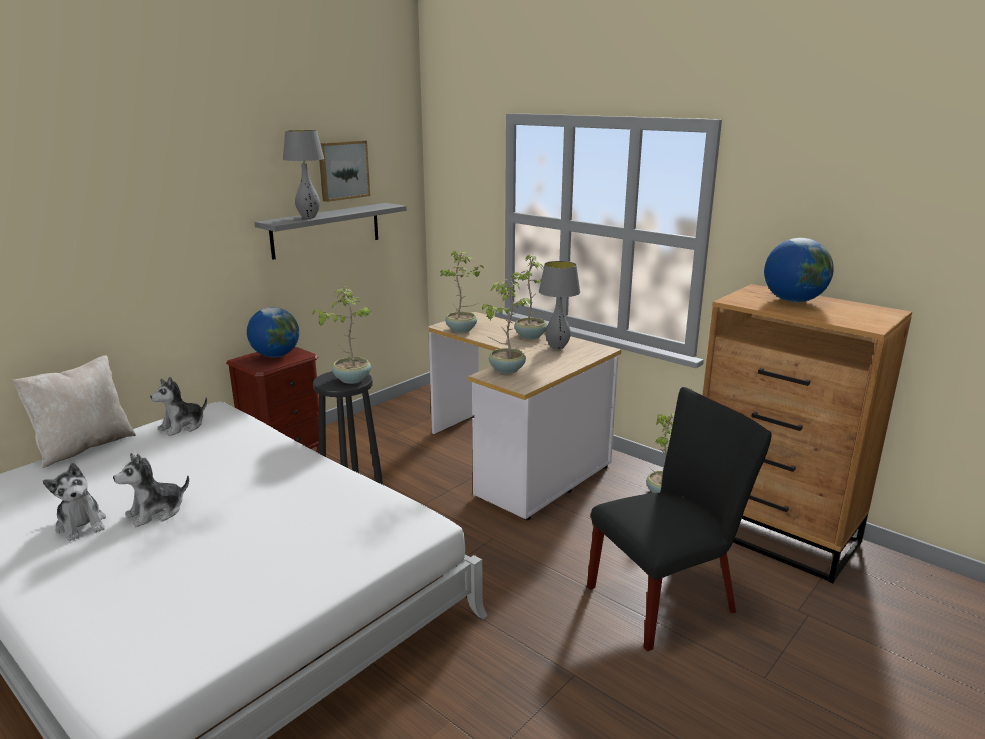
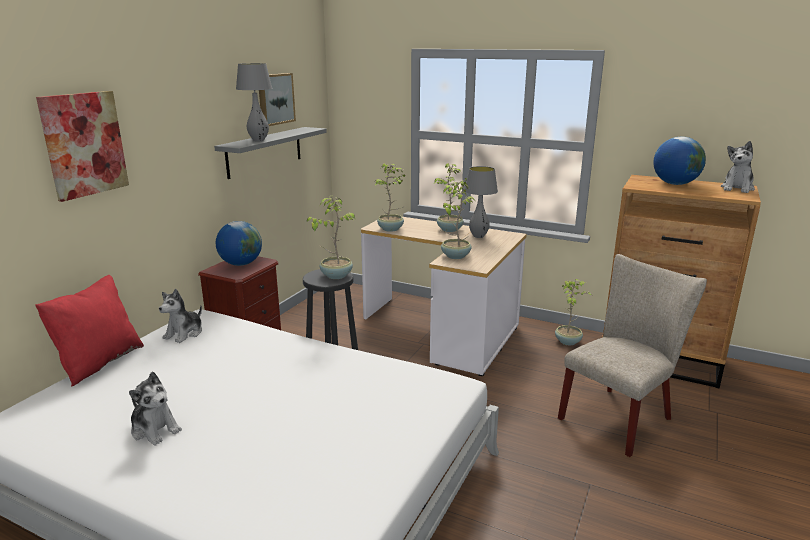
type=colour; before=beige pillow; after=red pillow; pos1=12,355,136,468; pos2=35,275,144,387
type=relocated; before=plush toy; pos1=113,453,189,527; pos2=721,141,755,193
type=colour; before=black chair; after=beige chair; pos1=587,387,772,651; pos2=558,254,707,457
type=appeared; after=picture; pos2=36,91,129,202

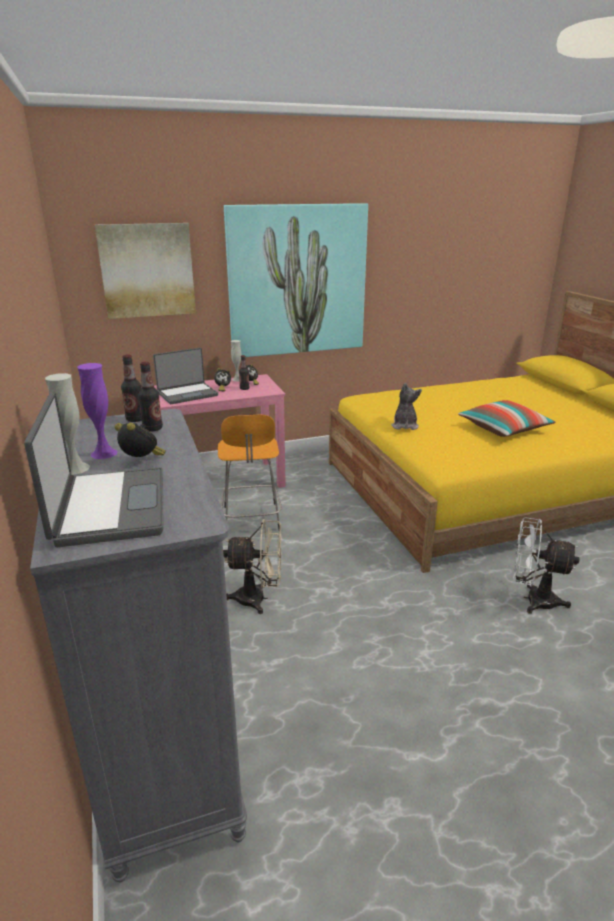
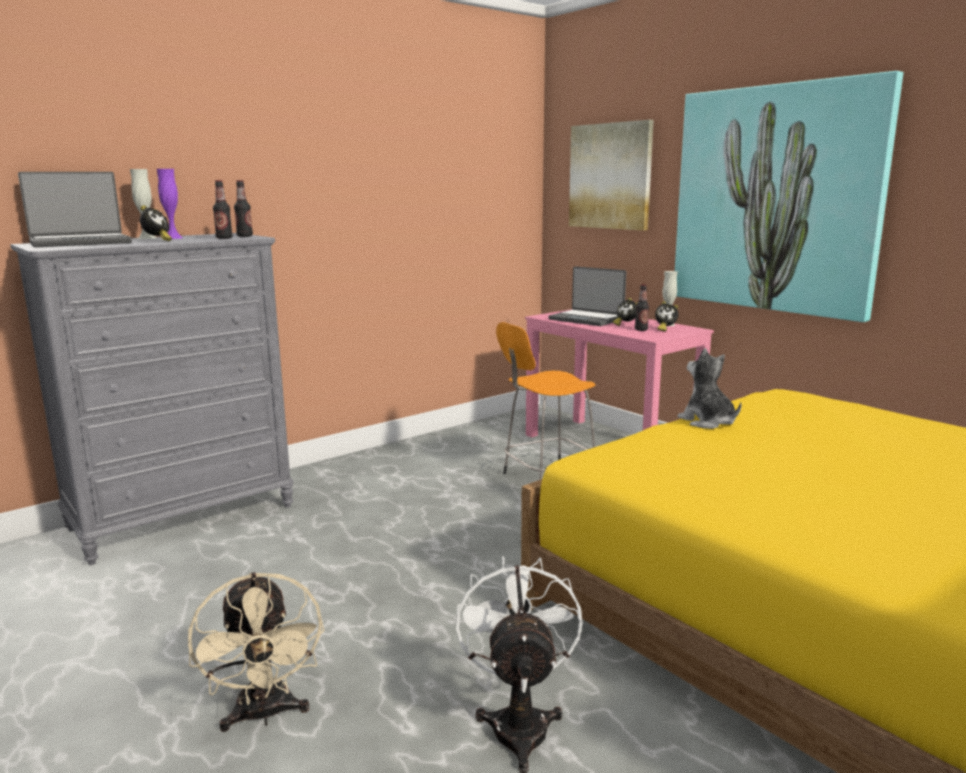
type=relocated; before=beige fan; pos1=223,519,282,614; pos2=188,572,325,732
type=spun; before=plush toy; pos1=391,383,422,430; pos2=678,348,742,429; turn=-105
type=missing; before=pillow; pos1=458,400,555,437

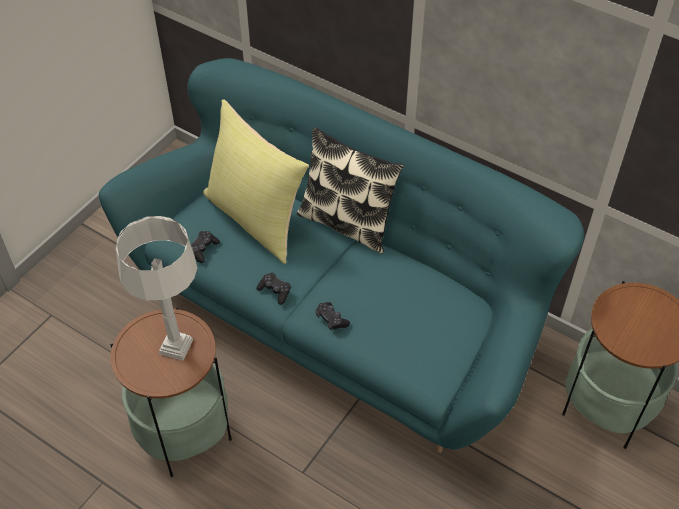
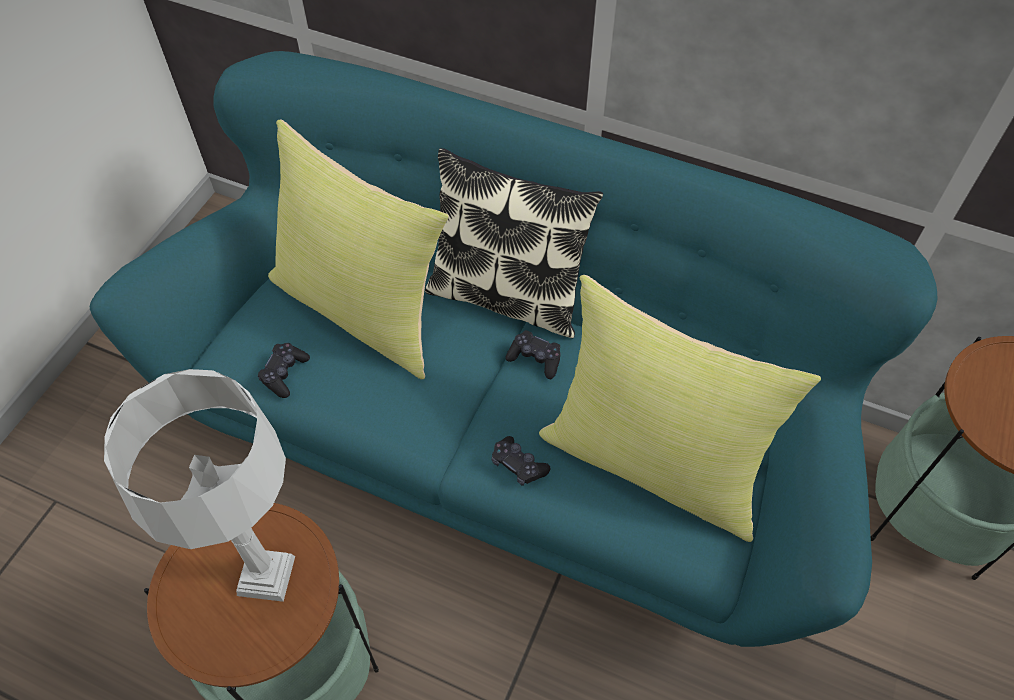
type=relocated; before=black game controller; pos1=256,272,291,305; pos2=506,330,561,379
type=appeared; after=yellow pillow; pos2=539,275,821,542

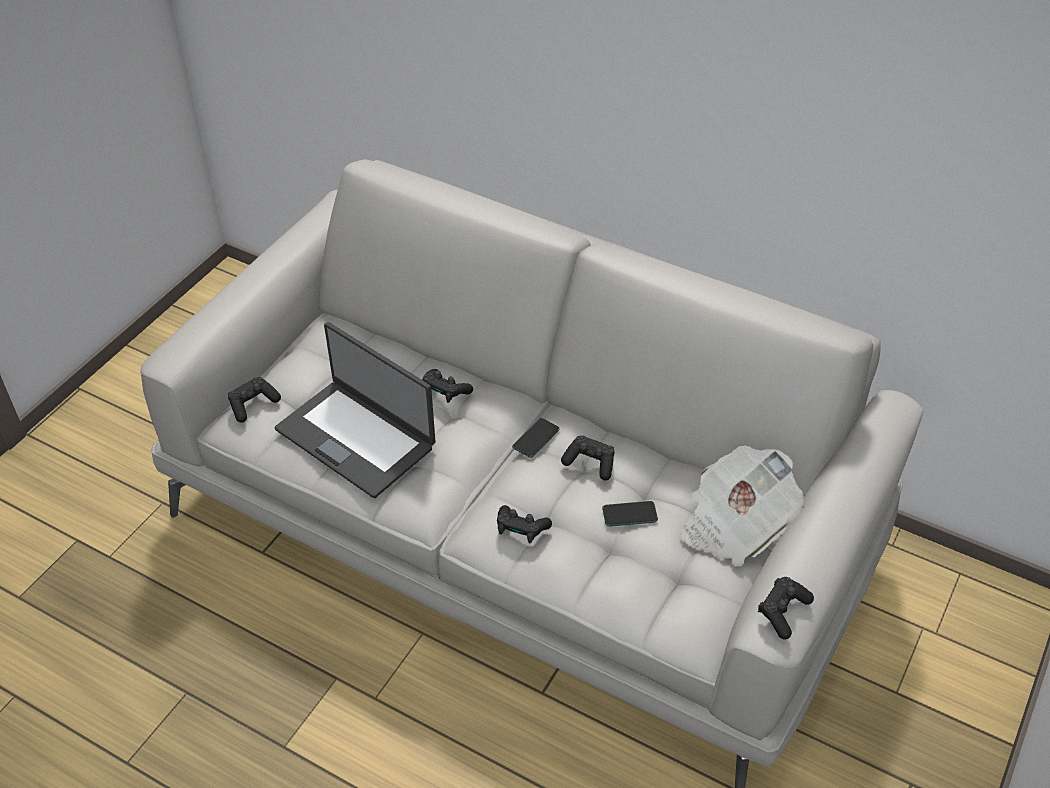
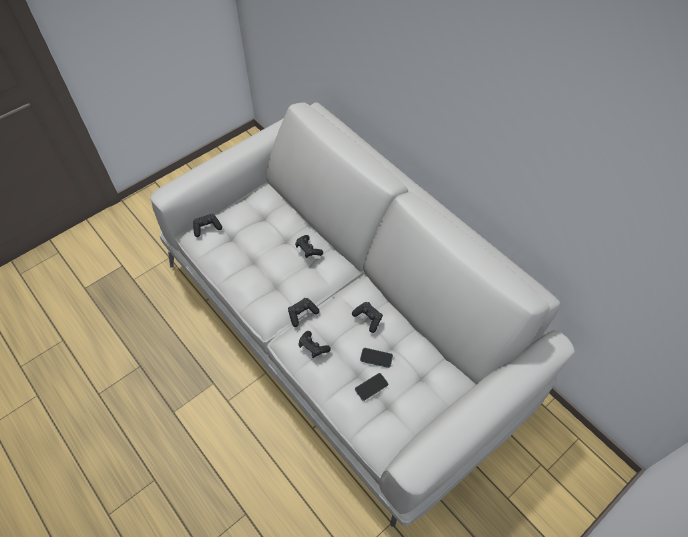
type=missing; before=laptop; pos1=275,322,435,498
type=relocated; before=phone; pos1=512,418,559,458; pos2=355,373,389,401
type=missing; before=newspaper; pos1=680,445,804,566
type=relocated; before=black game controller; pos1=758,577,814,640; pos2=288,298,319,327

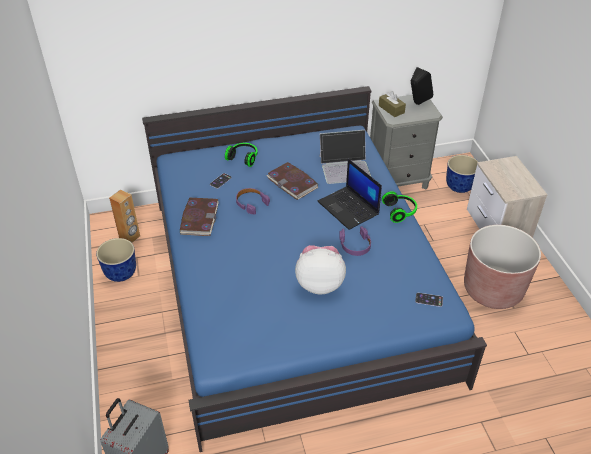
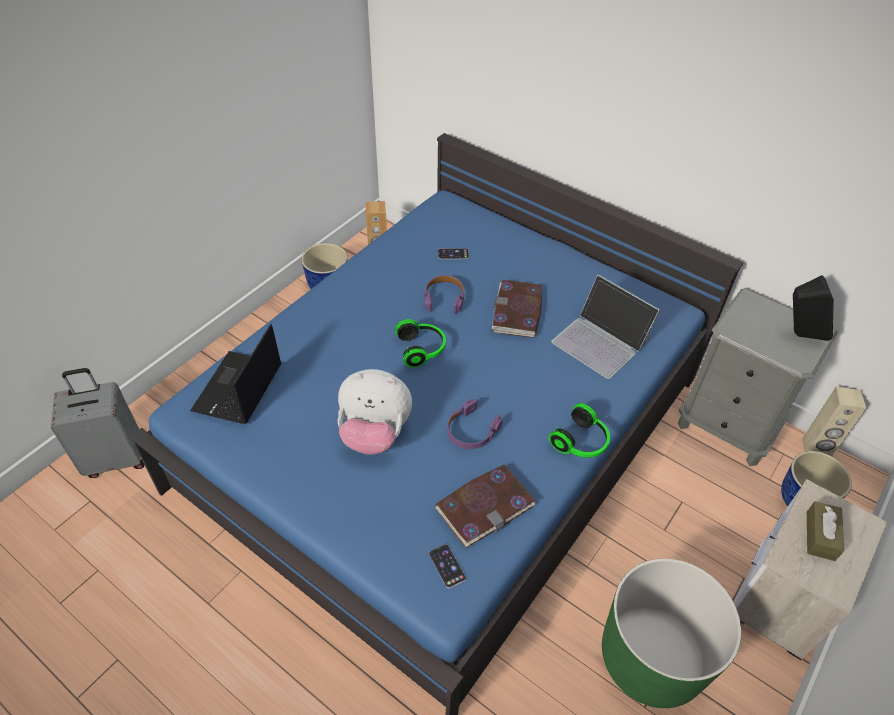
type=relocated; before=book; pos1=180,198,219,236; pos2=435,465,535,548
type=relocated; before=headphones; pos1=225,143,258,167; pos2=395,319,446,367
type=spun; before=plush toy; pos1=295,245,346,294; pos2=338,369,412,455; turn=135
type=relocated; before=laptop; pos1=317,159,382,230; pos2=190,324,281,424
type=relocated; before=brown tissue box; pos1=379,91,406,117; pos2=807,501,844,561
type=colour; before=brown planter; after=green planter; pos1=464,225,541,309; pos2=602,558,741,708
type=appeared; after=beige speaker; pos2=802,386,866,456

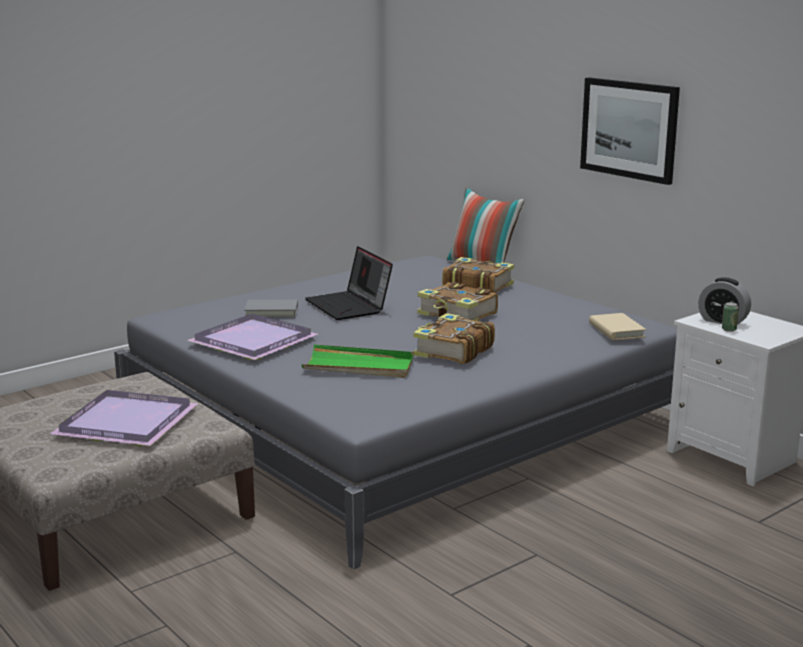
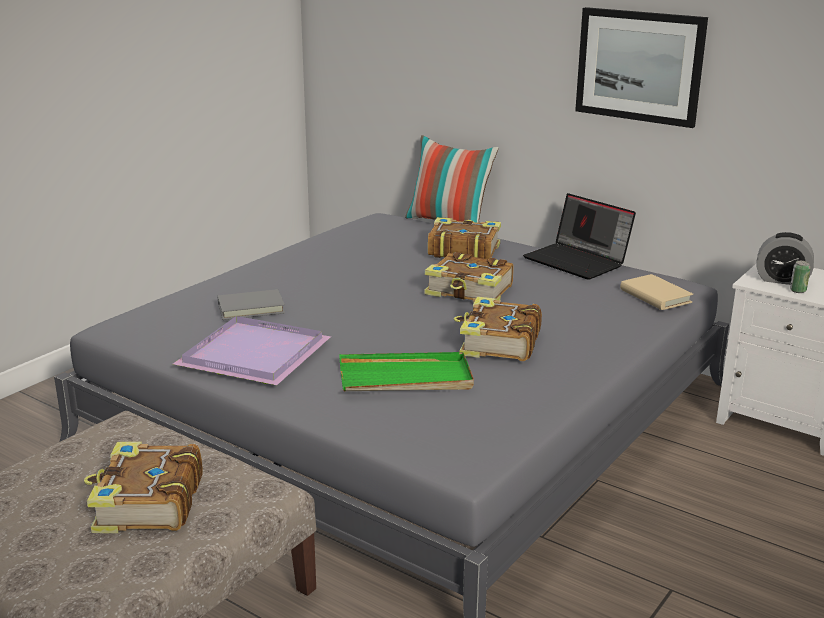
type=exchanged; before=purple tray; after=book; pos1=50,390,198,446; pos2=84,442,203,533
type=relocated; before=laptop; pos1=305,246,393,320; pos2=523,193,636,280

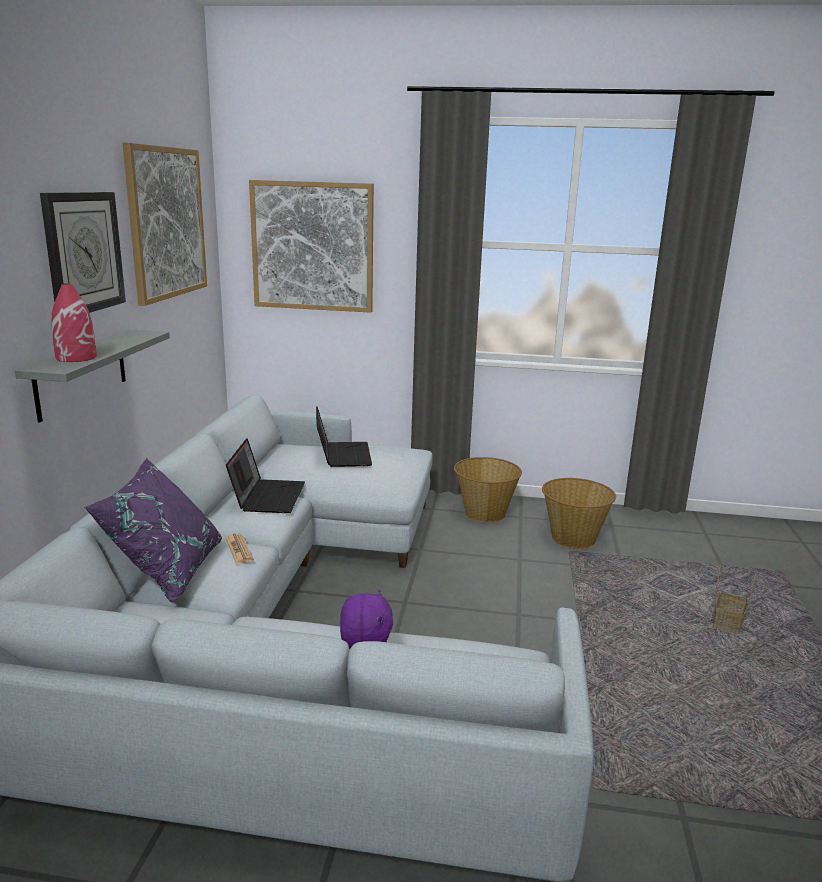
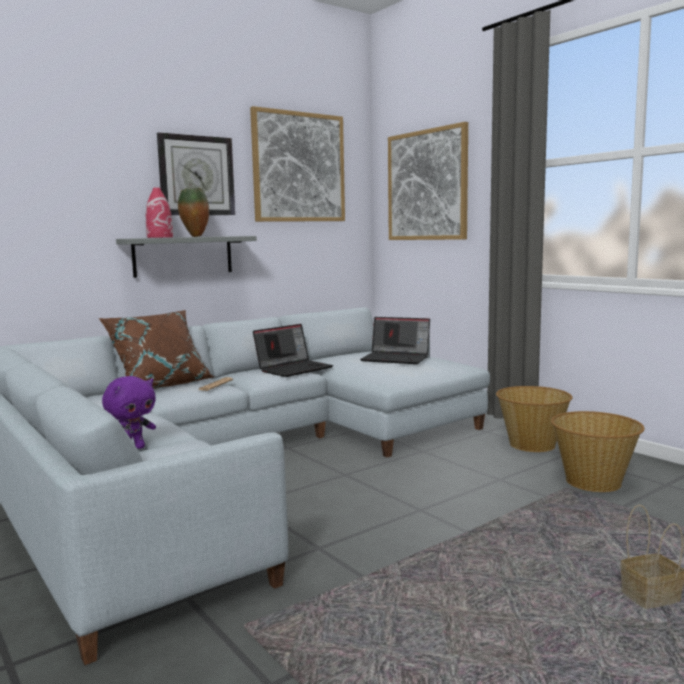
type=colour; before=purple pillow; after=brown pillow; pos1=84,458,222,603; pos2=99,310,214,389
type=spun; before=laptop; pos1=316,407,372,467; pos2=360,317,430,364; turn=75
type=appeared; after=vase; pos2=178,188,209,237

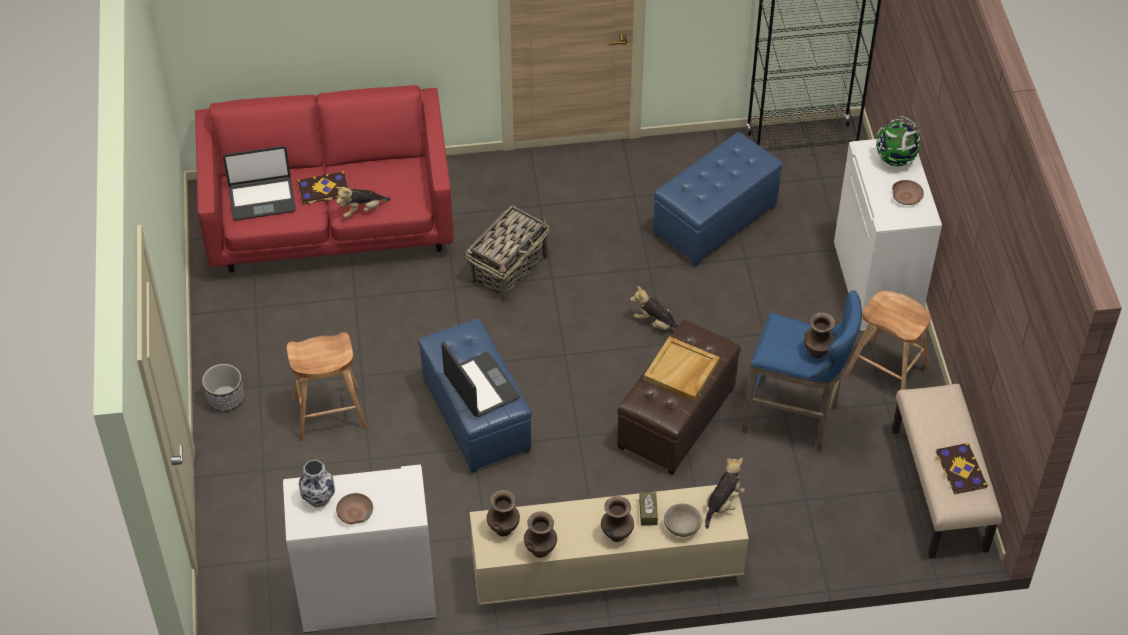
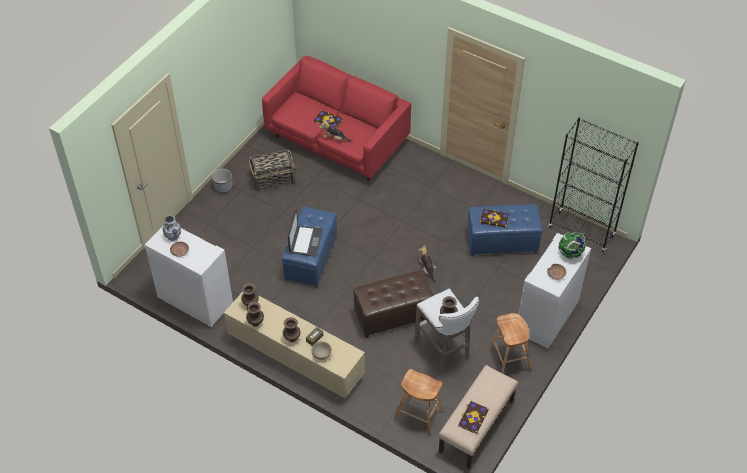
type=missing; before=laptop; pos1=223,146,296,220
type=relocated; before=brown stool; pos1=287,332,367,441; pos2=394,369,444,436
type=relocated; before=basket; pos1=466,205,550,302; pos2=249,150,296,192
type=missing; before=beige tray; pos1=644,336,720,402
type=missing; before=plush toy; pos1=705,458,745,529
type=colour; before=blue stool; after=white stool; pos1=741,290,862,452; pos2=414,289,479,373
type=appeared; after=book; pos2=480,209,509,228

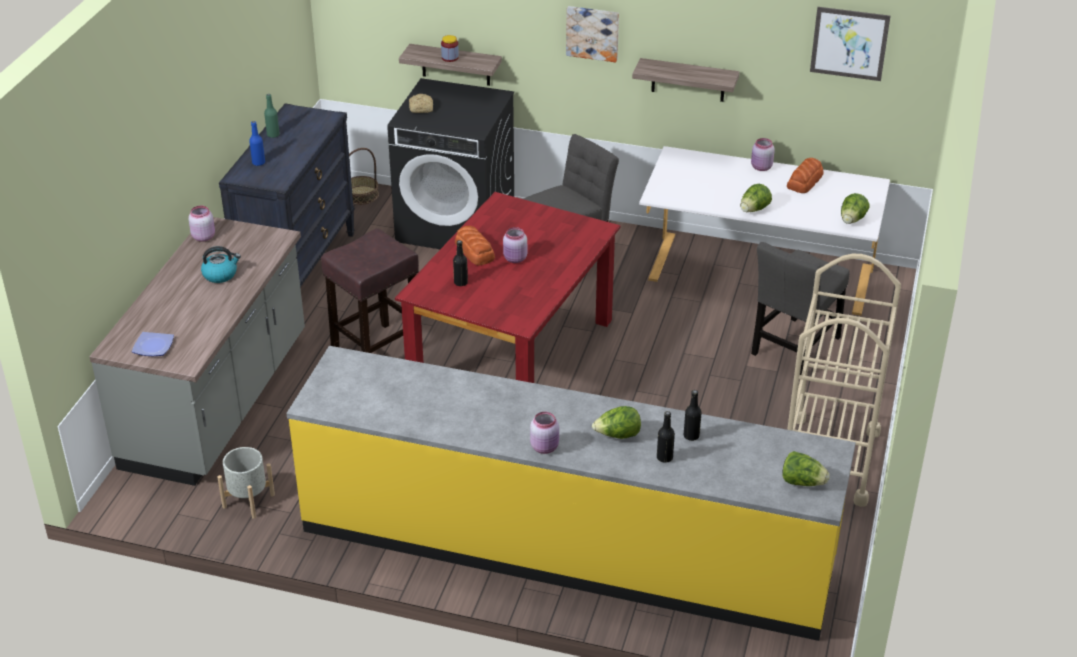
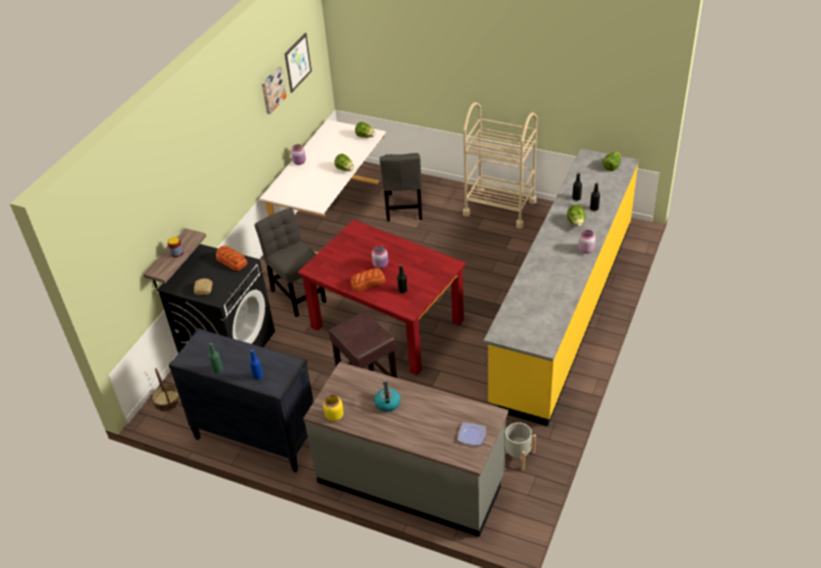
type=colour; before=pink jar; after=yellow jar; pos1=188,206,215,242; pos2=323,395,344,422
type=relocated; before=picture; pos1=566,6,619,62; pos2=262,66,287,114
type=missing; before=shelf; pos1=632,58,739,102
type=spun; before=grey chair; pos1=751,242,850,375; pos2=380,153,422,221; turn=45
type=relocated; before=bread; pos1=787,158,823,193; pos2=216,246,248,271

